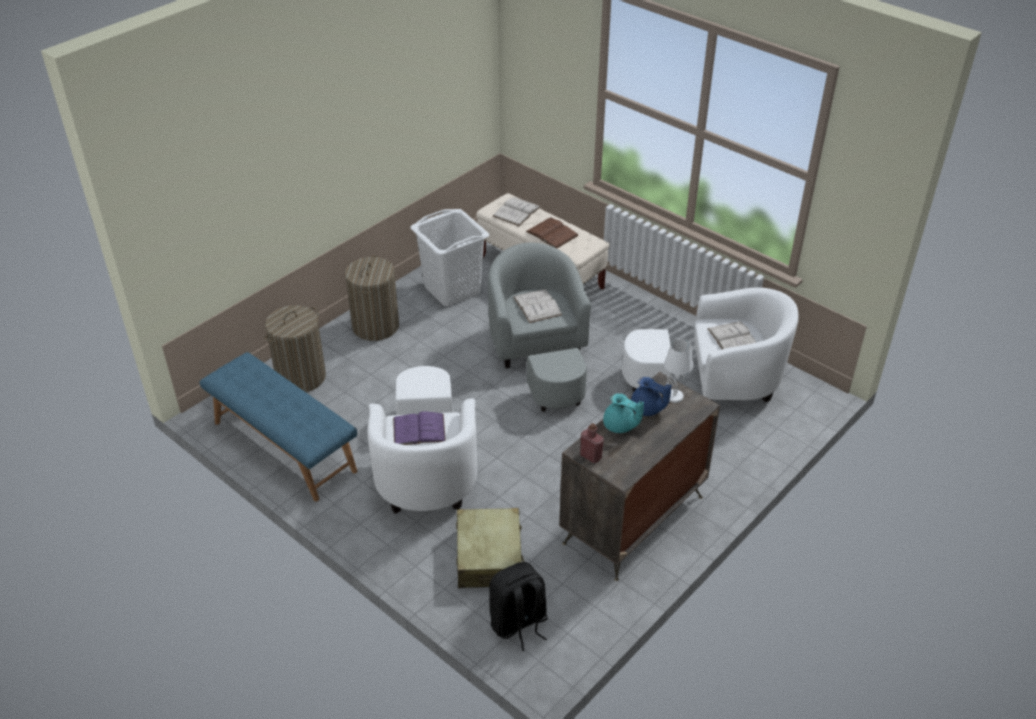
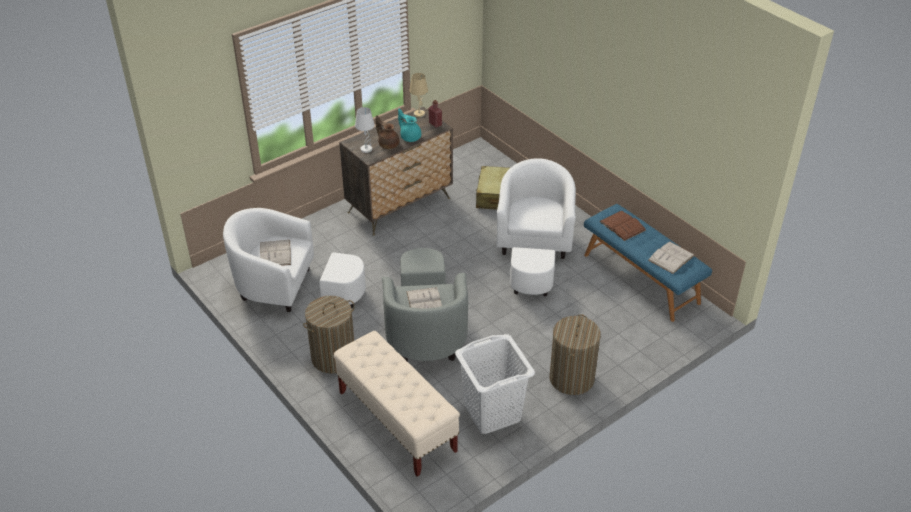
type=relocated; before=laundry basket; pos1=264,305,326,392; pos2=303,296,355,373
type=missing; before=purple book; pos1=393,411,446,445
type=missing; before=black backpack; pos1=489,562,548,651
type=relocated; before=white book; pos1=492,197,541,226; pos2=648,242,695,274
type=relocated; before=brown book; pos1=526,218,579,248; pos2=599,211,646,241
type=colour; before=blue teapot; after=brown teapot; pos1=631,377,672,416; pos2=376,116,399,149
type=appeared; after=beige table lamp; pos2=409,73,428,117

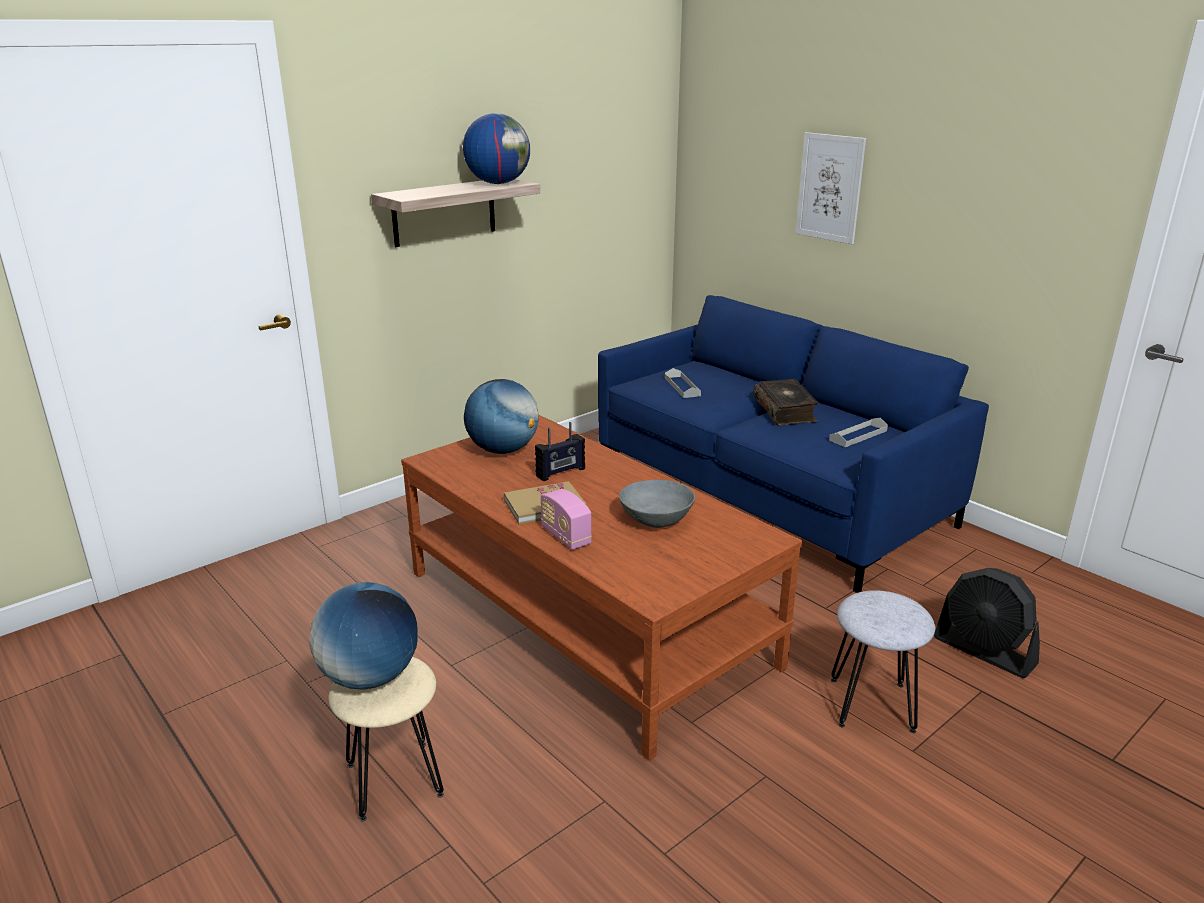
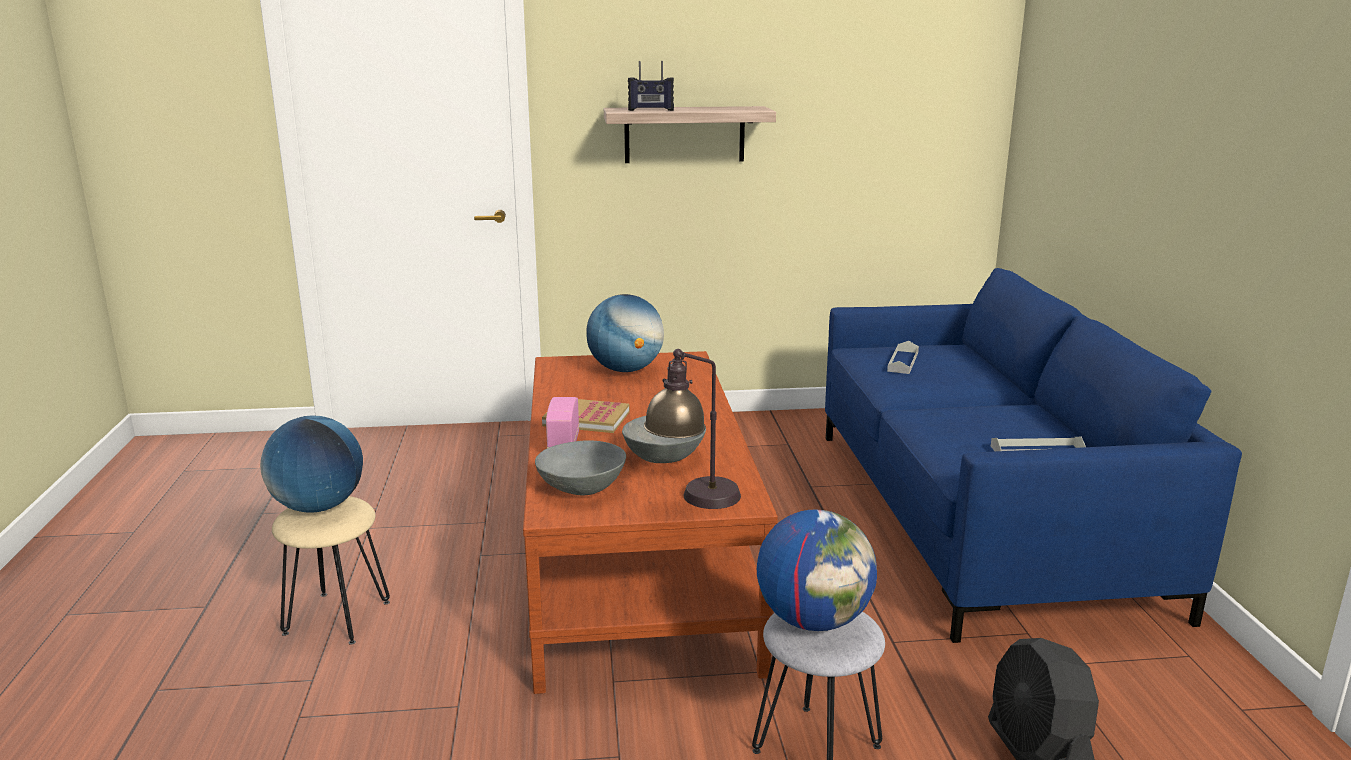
type=relocated; before=globe; pos1=463,113,530,184; pos2=757,509,877,631
type=relocated; before=radio; pos1=535,422,585,481; pos2=628,61,674,111
type=missing; before=book; pos1=753,379,818,426
type=missing; before=picture; pos1=796,132,866,244
type=appeared; after=grey bowl; pos2=535,440,626,496
type=appeared; after=table lamp; pos2=644,349,741,509

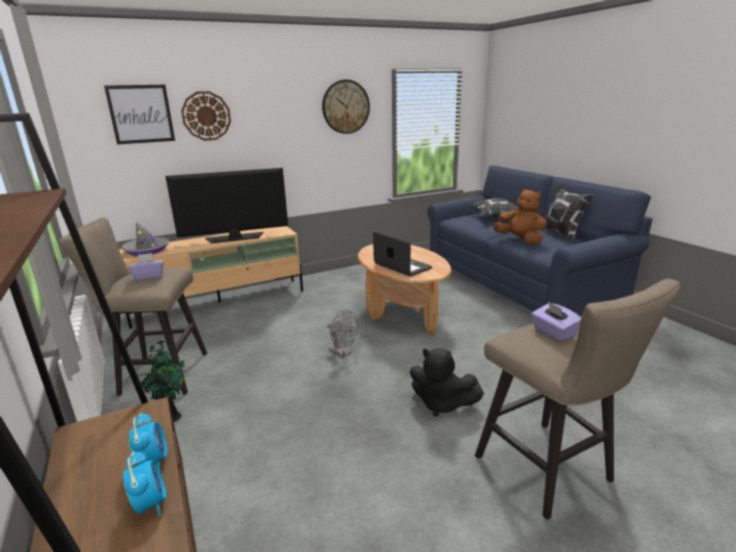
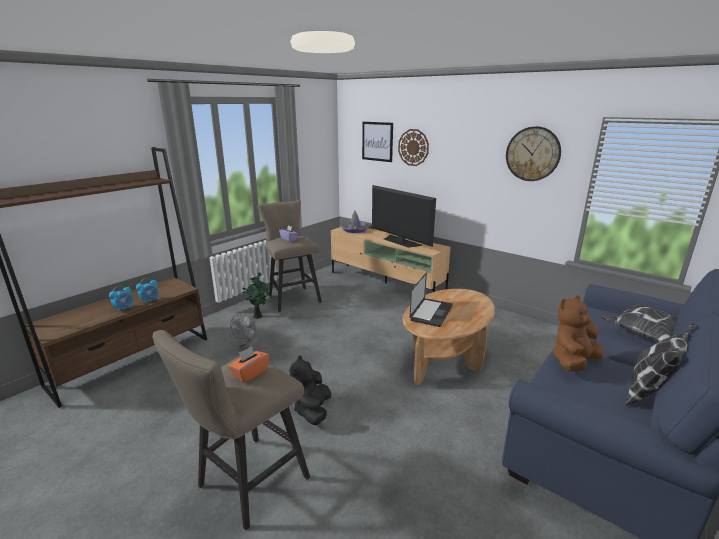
type=relocated; before=grey fan; pos1=327,310,358,357; pos2=230,313,258,349
type=spun; before=brown plush toy; pos1=493,188,547,244; pos2=552,295,604,372; turn=-150
type=colour; before=purple tissue box; after=orange tissue box; pos1=532,301,581,342; pos2=229,346,269,383

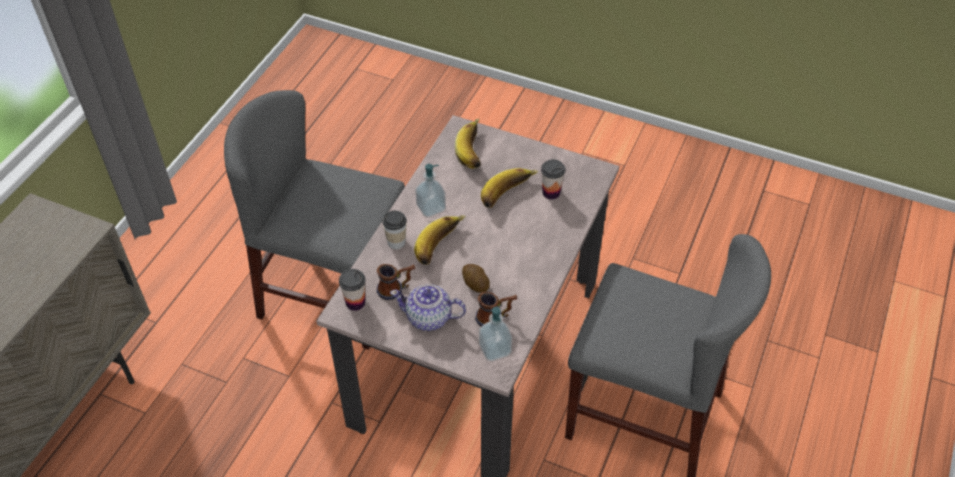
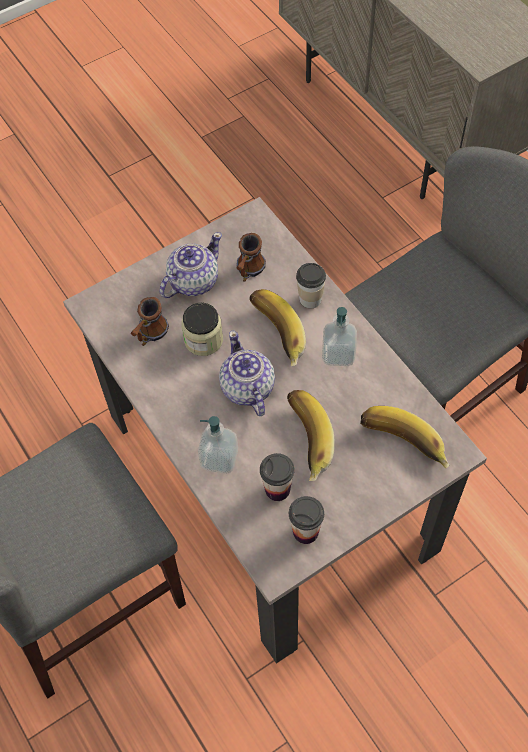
type=relocated; before=cup; pos1=339,269,366,311; pos2=289,496,324,544
type=exchanged; before=potato; after=jar; pos1=462,264,490,293; pos2=182,303,223,356
type=relocated; before=soap dispenser; pos1=479,307,512,361; pos2=198,416,238,474
type=appeared; after=teapot; pos2=219,330,275,416

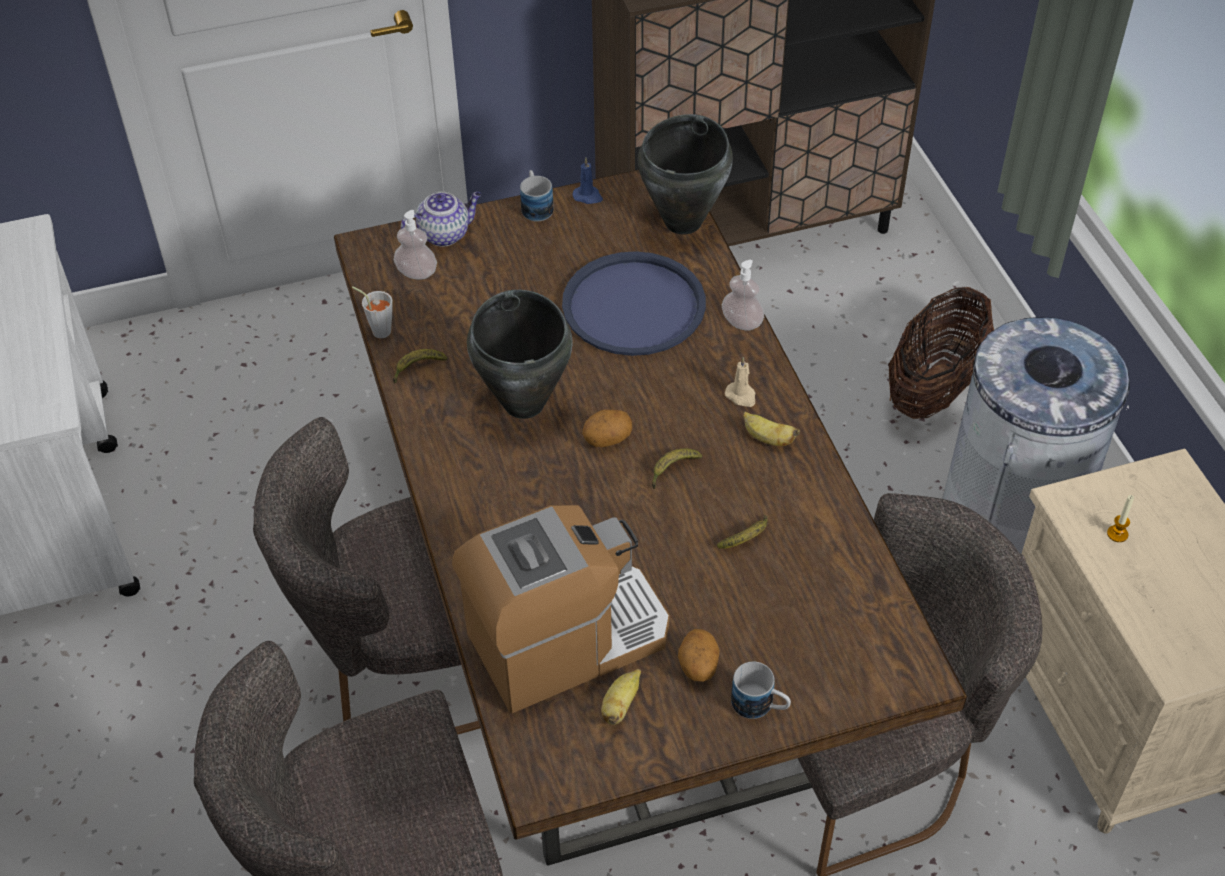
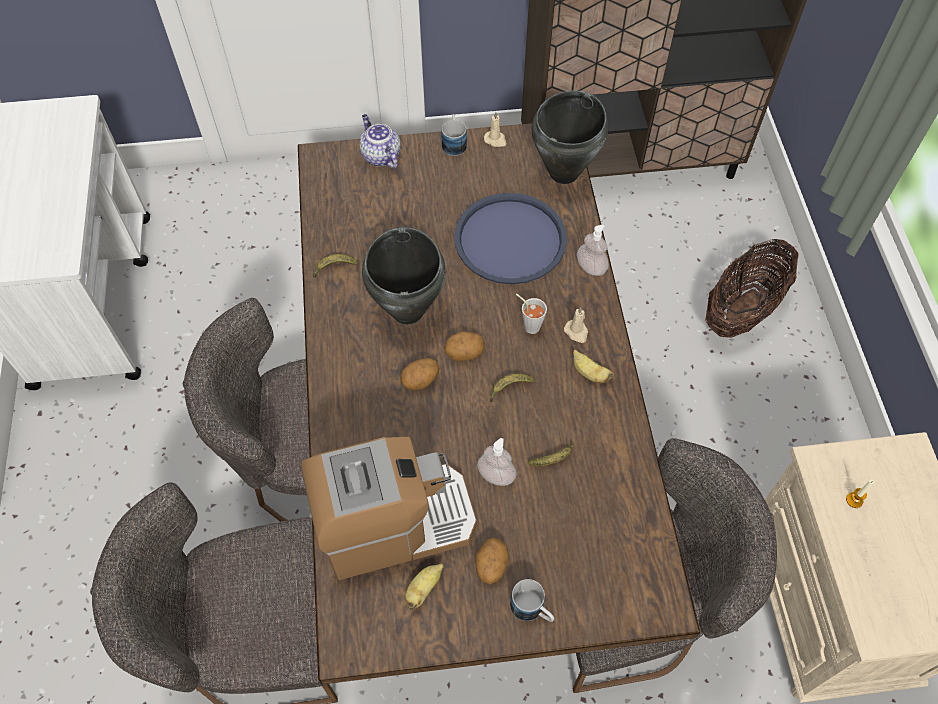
type=relocated; before=grey cup; pos1=352,286,393,338; pos2=516,294,547,334
type=relocated; before=soap dispenser; pos1=394,210,437,280; pos2=477,438,517,486
type=spun; before=teapot; pos1=401,192,482,247; pos2=359,114,401,169; turn=-105
type=colour; before=blue candle; after=beige candle; pos1=573,158,603,204; pos2=484,112,507,147
type=missing; before=grey trash can; pos1=942,317,1130,554
type=appeared; after=potato; pos2=400,358,440,390

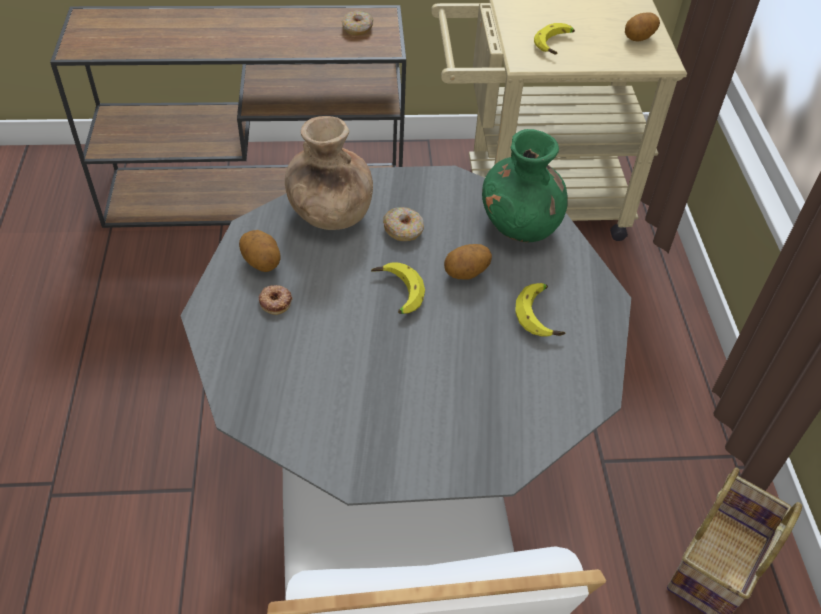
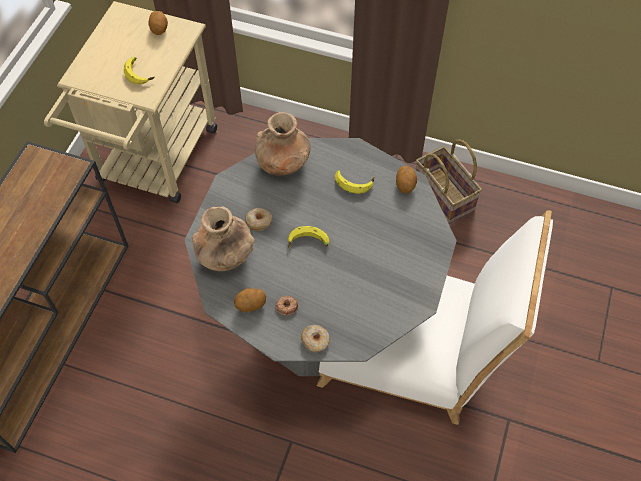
type=relocated; before=donut; pos1=341,10,373,35; pos2=301,325,330,353
type=relocated; before=potato; pos1=444,244,492,279; pos2=396,166,417,193
type=colour; before=green vase; after=brown vase; pos1=482,129,568,243; pos2=255,112,310,176

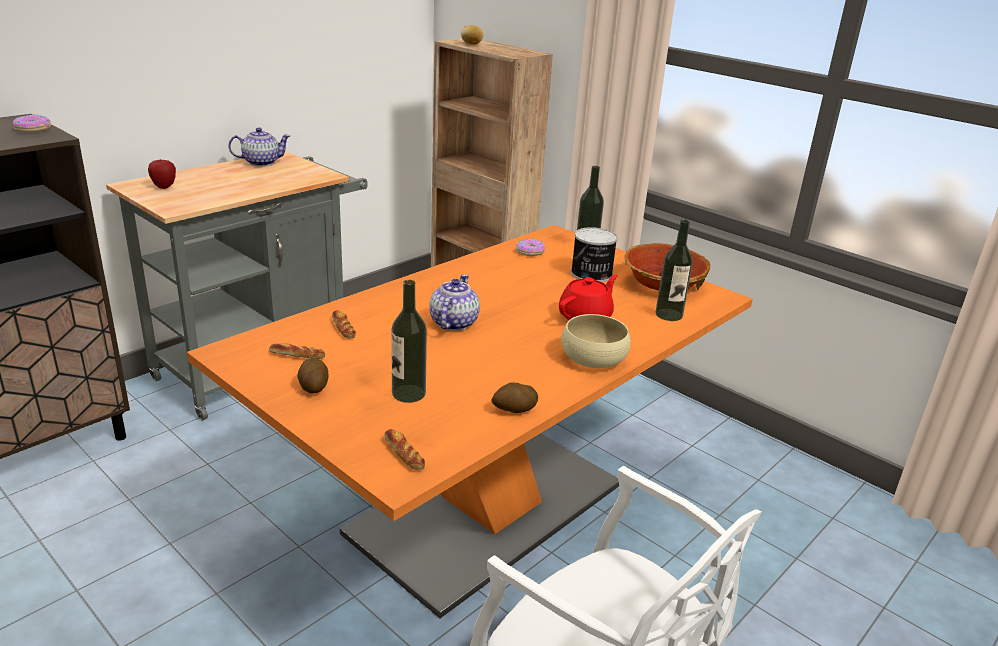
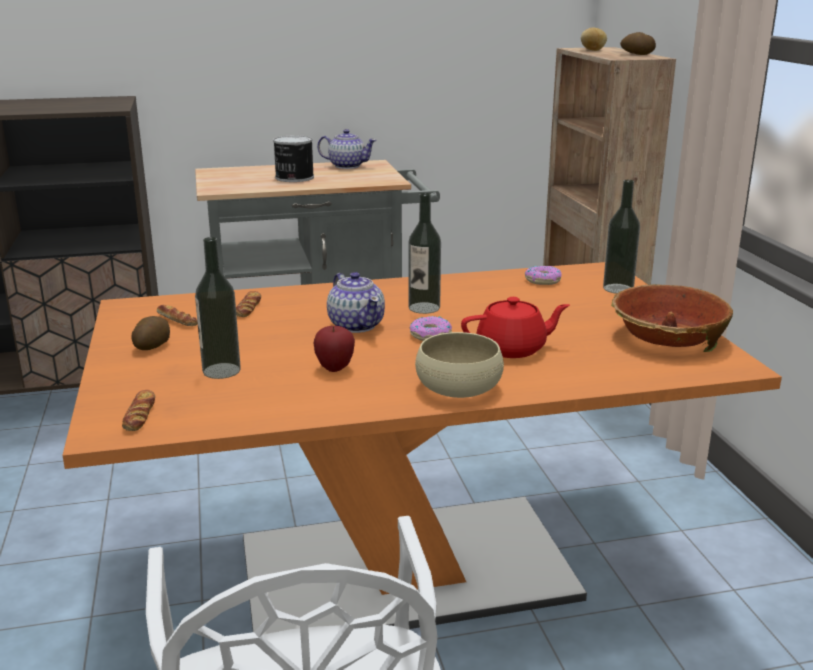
type=relocated; before=donut; pos1=12,115,51,133; pos2=409,316,452,341
type=relocated; before=apple; pos1=148,159,176,189; pos2=314,326,355,372
type=spun; before=teapot; pos1=429,274,480,331; pos2=327,272,385,333; turn=105
type=relocated; before=potato; pos1=491,383,538,413; pos2=620,32,656,55
type=relocated; before=can; pos1=571,227,618,282; pos2=273,135,314,182
type=relocated; before=bottle; pos1=656,219,693,321; pos2=408,193,441,314

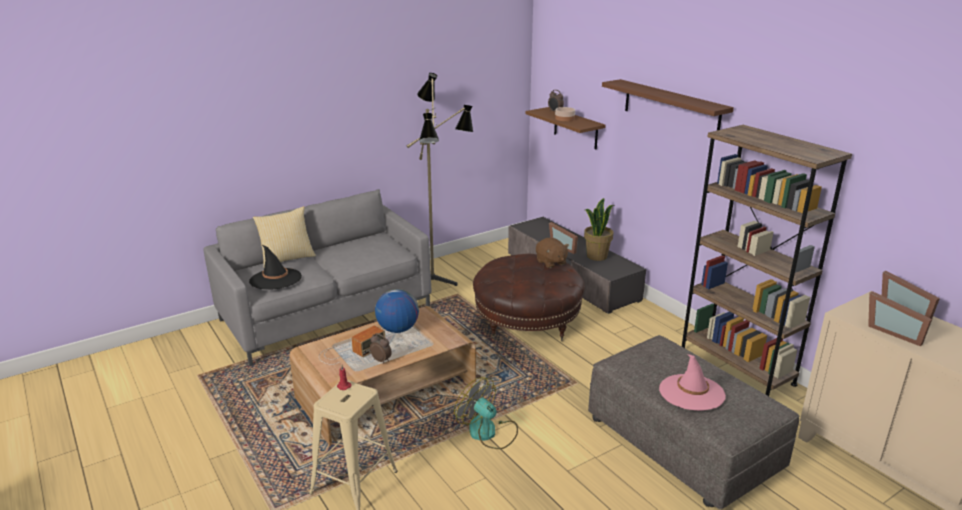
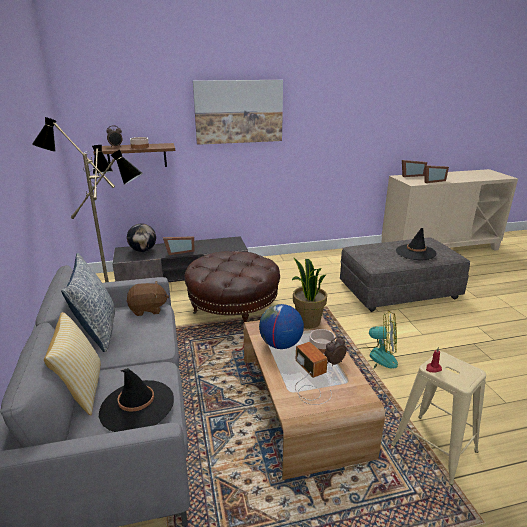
type=spun; before=fan; pos1=454,377,518,449; pos2=355,311,398,369; turn=-135
type=relocated; before=brown plush toy; pos1=536,238,569,268; pos2=126,281,169,316
type=relocated; before=potted plant; pos1=584,198,615,261; pos2=292,257,327,329
type=exchanged; before=shelf; after=picture; pos1=602,79,734,130; pos2=193,80,283,145
type=colour; before=pink hat; after=black hat; pos1=659,354,726,411; pos2=396,228,437,260
type=missing; before=brown bookcase; pos1=682,125,852,396
type=appeared; after=pillow; pos2=61,253,115,352
type=appeared; after=globe; pos2=127,223,156,252
type=appeared; after=bowl; pos2=309,329,335,354

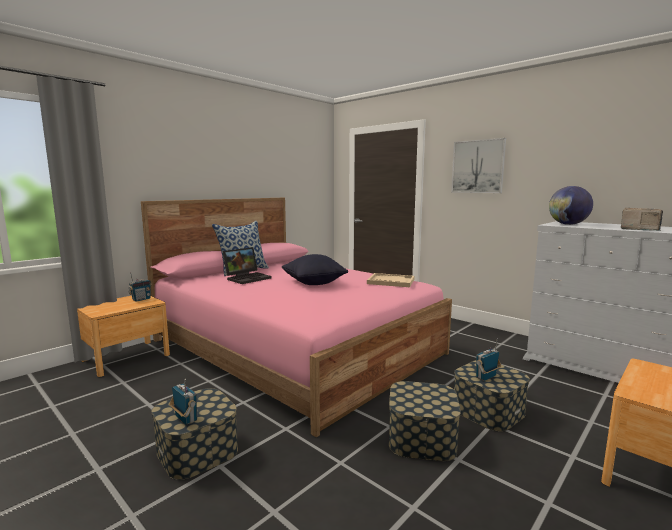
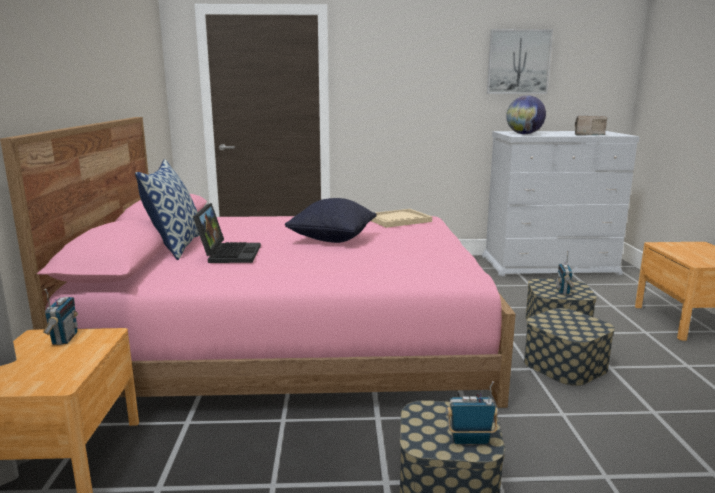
type=relocated; before=picture; pos1=451,138,506,193; pos2=487,29,553,94

